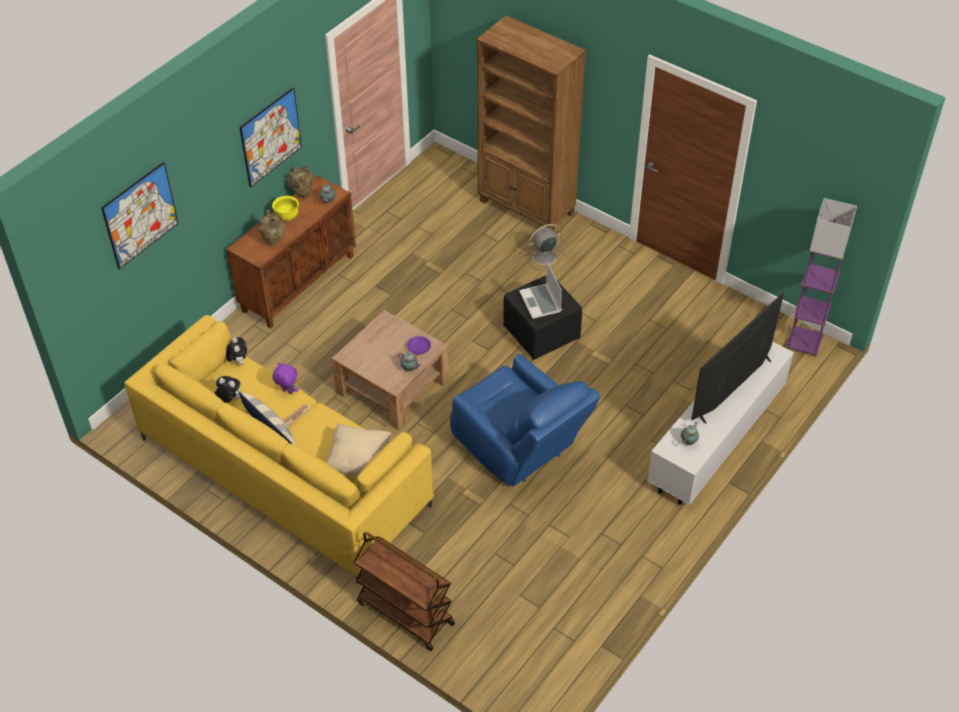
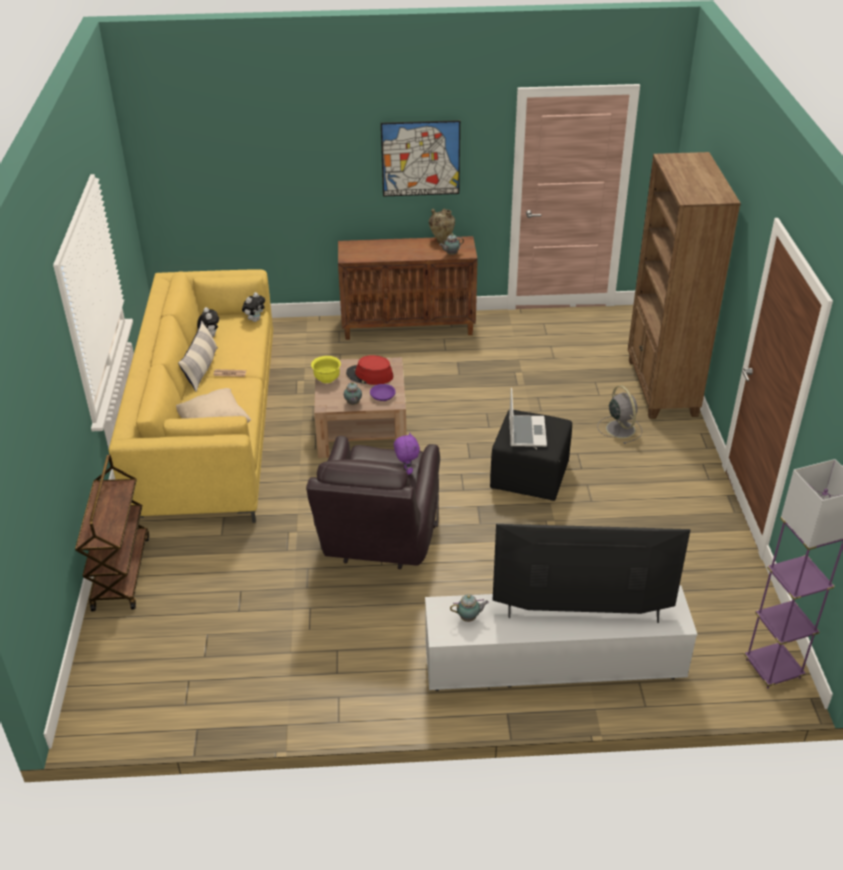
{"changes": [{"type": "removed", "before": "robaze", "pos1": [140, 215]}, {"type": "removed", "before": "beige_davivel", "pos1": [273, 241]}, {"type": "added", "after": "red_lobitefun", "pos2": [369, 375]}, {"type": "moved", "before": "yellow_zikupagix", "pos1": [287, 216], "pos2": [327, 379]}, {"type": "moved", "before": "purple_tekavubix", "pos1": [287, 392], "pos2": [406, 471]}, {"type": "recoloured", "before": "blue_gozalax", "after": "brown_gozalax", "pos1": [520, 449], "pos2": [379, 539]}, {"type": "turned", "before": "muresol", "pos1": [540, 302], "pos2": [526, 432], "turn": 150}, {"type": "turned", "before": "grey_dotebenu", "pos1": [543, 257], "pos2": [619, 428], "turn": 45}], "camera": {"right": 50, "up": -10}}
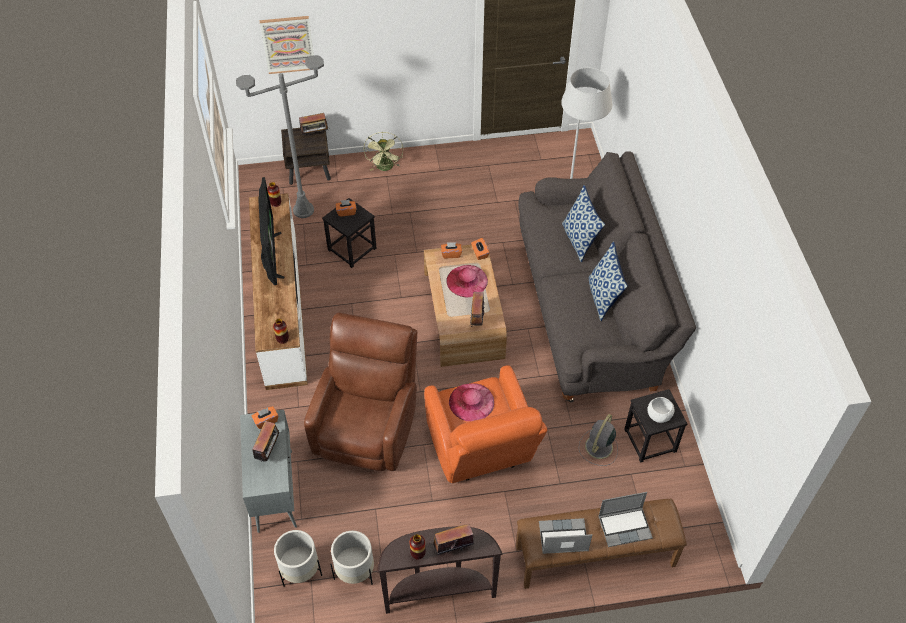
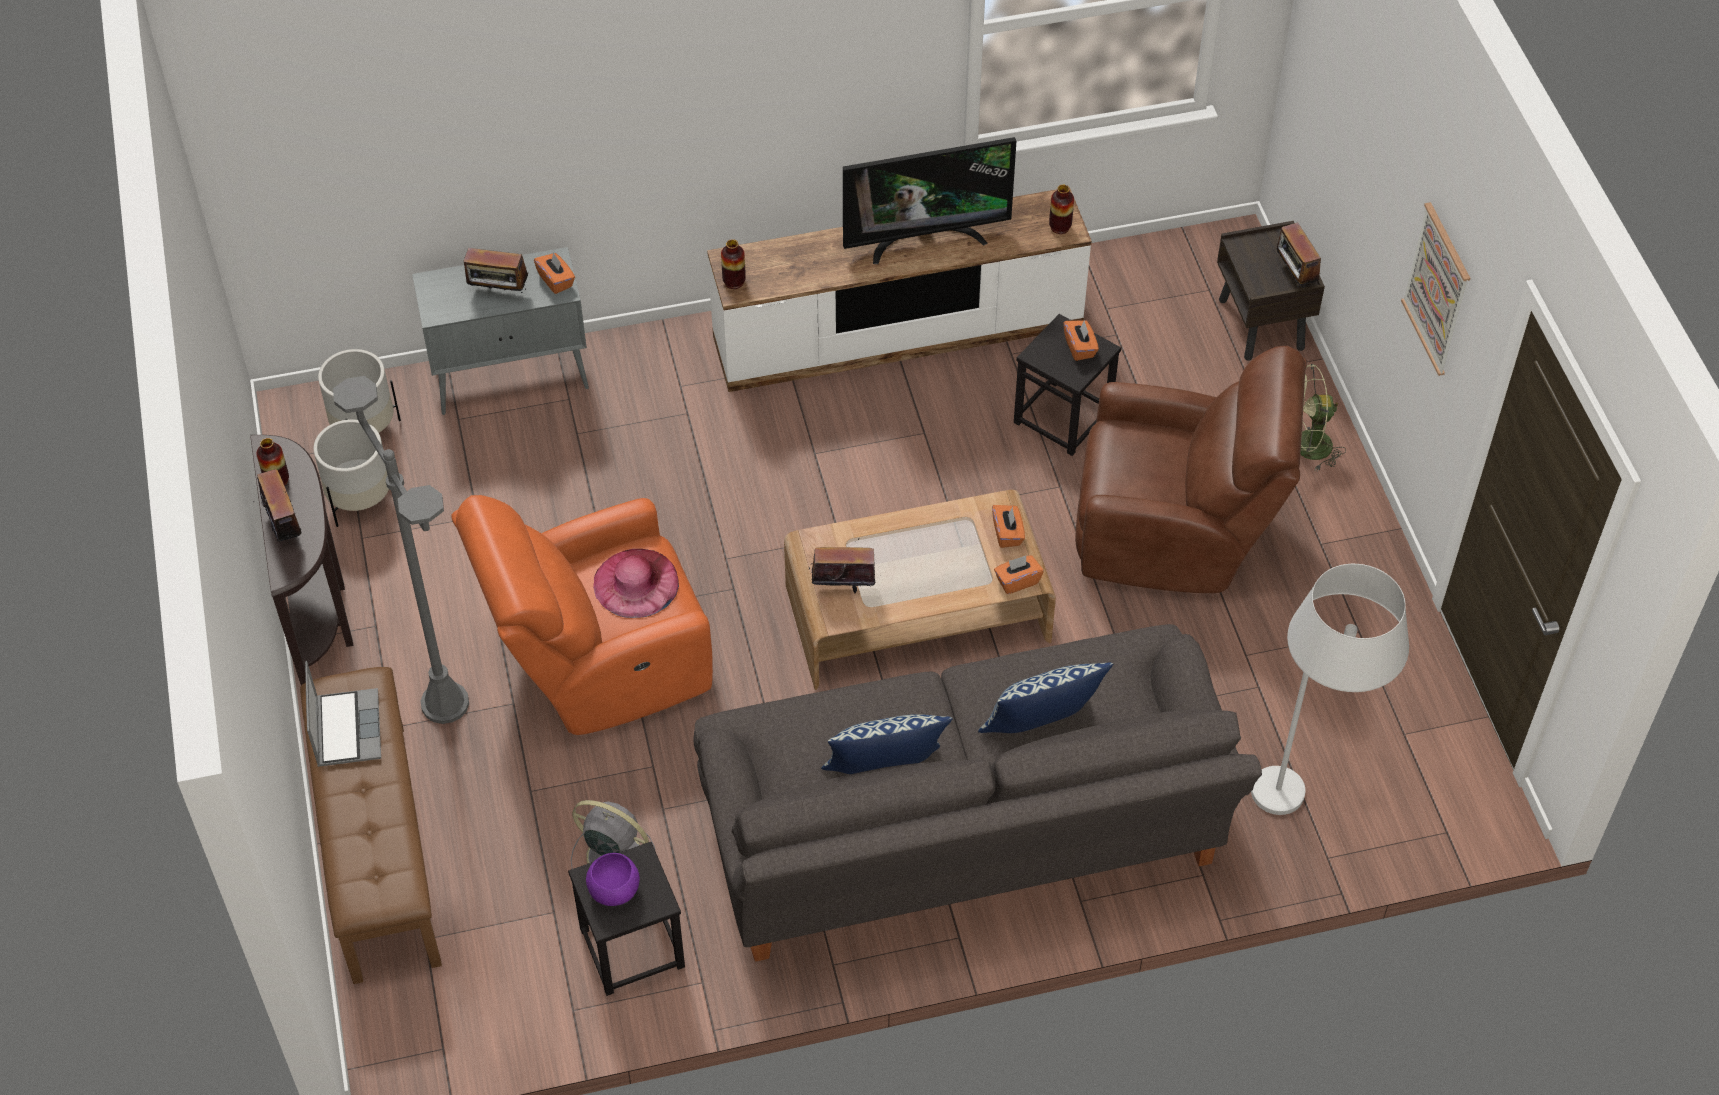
{"changes": [{"type": "removed", "before": "pink_lobitefun", "pos1": [467, 281]}, {"type": "removed", "before": "muresol", "pos1": [625, 526]}, {"type": "moved", "before": "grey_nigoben", "pos1": [303, 210], "pos2": [445, 703]}, {"type": "moved", "before": "robaze", "pos1": [288, 44], "pos2": [1437, 289]}, {"type": "moved", "before": "brown_gozalax", "pos1": [367, 425], "pos2": [1176, 532]}, {"type": "recoloured", "before": "white_zikupagix", "after": "purple_zikupagix", "pos1": [659, 415], "pos2": [614, 890]}], "camera": {"right": 85, "up": 0}}
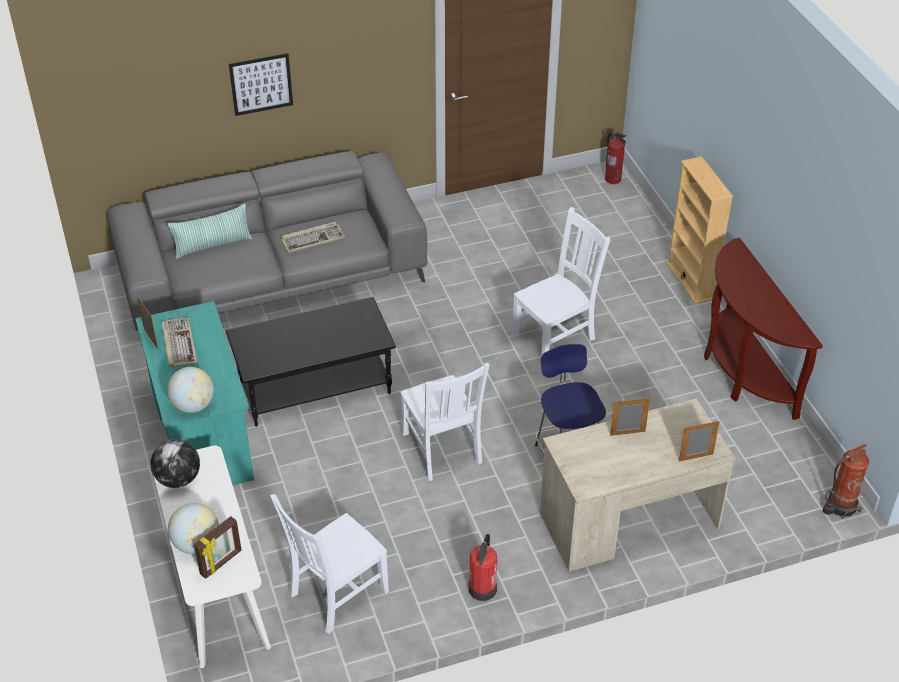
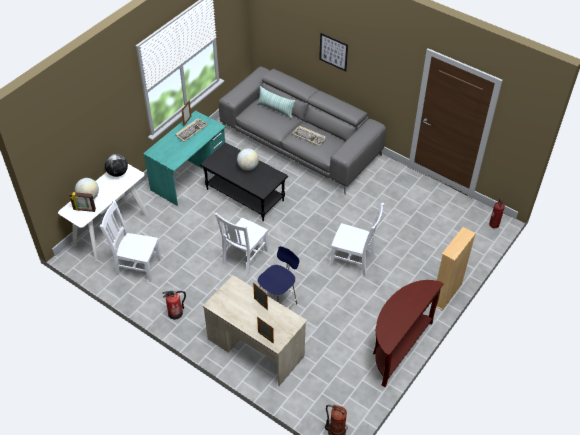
{"changes": [{"type": "moved", "before": "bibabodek", "pos1": [193, 405], "pos2": [248, 167]}], "camera": {"right": 55, "up": 5}}
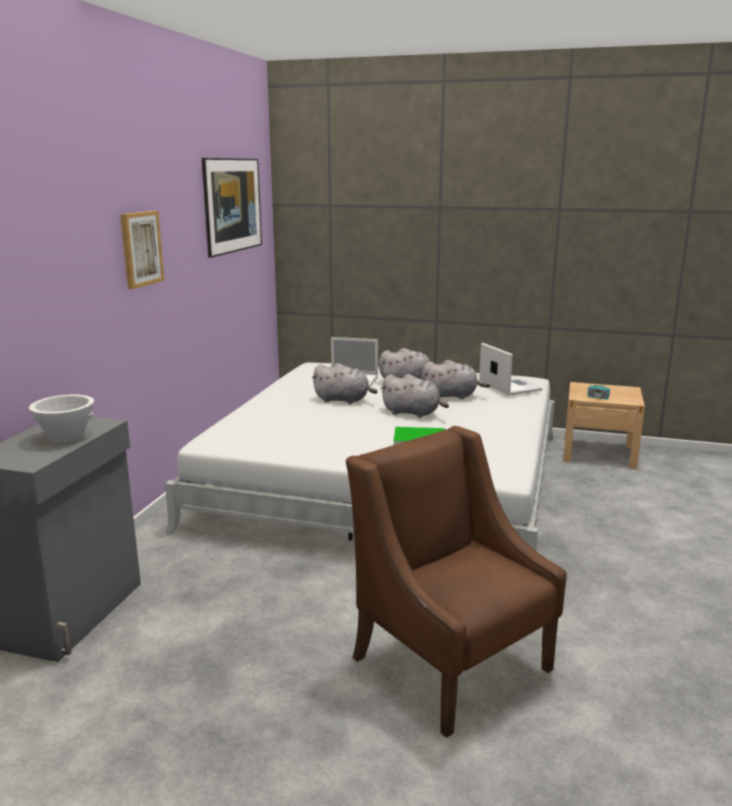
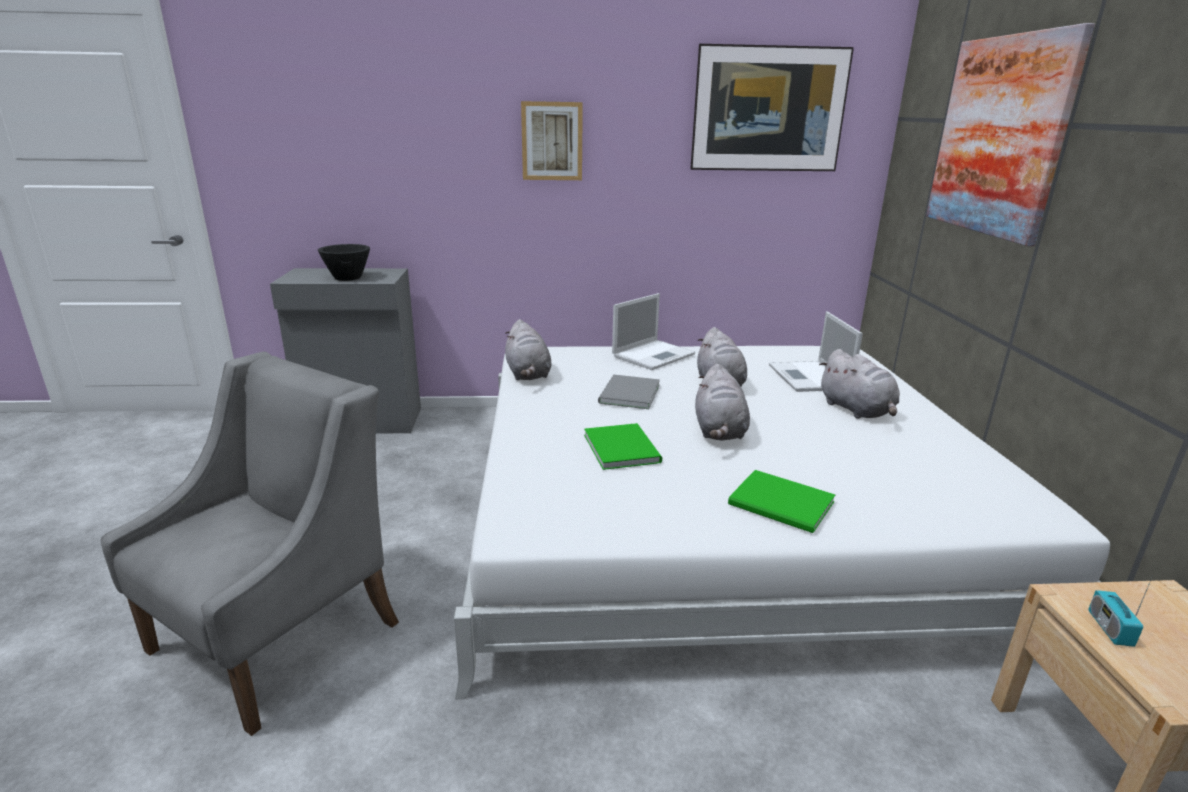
{"changes": [{"type": "added", "after": "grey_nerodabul", "pos2": [627, 394]}, {"type": "added", "after": "green_nerodabul", "pos2": [783, 505]}, {"type": "added", "after": "robaze", "pos2": [999, 137]}, {"type": "moved", "before": "grey_tekavubix", "pos1": [452, 396], "pos2": [528, 374]}, {"type": "moved", "before": "muresol", "pos1": [509, 386], "pos2": [654, 355]}, {"type": "recoloured", "before": "white_zikupagix", "after": "black_zikupagix", "pos1": [66, 437], "pos2": [347, 277]}, {"type": "recoloured", "before": "brown_gozalax", "after": "grey_gozalax", "pos1": [450, 661], "pos2": [279, 634]}], "camera": {"right": 70, "up": 5}}
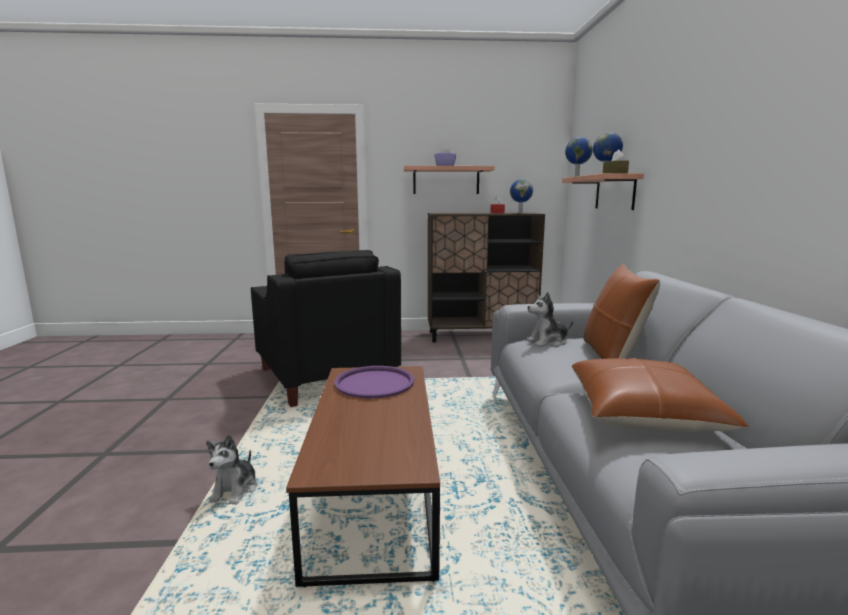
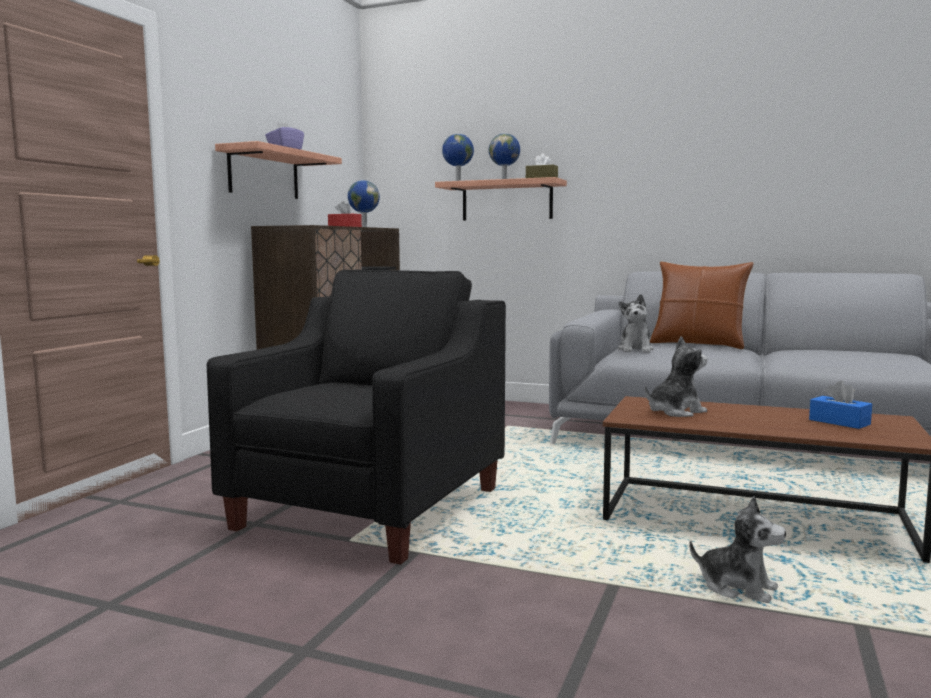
{"changes": [{"type": "removed", "before": "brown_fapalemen", "pos1": [643, 413]}, {"type": "added", "after": "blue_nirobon", "pos2": [839, 422]}, {"type": "replaced", "before": "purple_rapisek", "after": "tekavubix", "pos1": [374, 383], "pos2": [675, 412]}, {"type": "turned", "before": "black_gozalax", "pos1": [325, 376], "pos2": [372, 508], "turn": -60}], "camera": {"right": -65, "up": -5}}
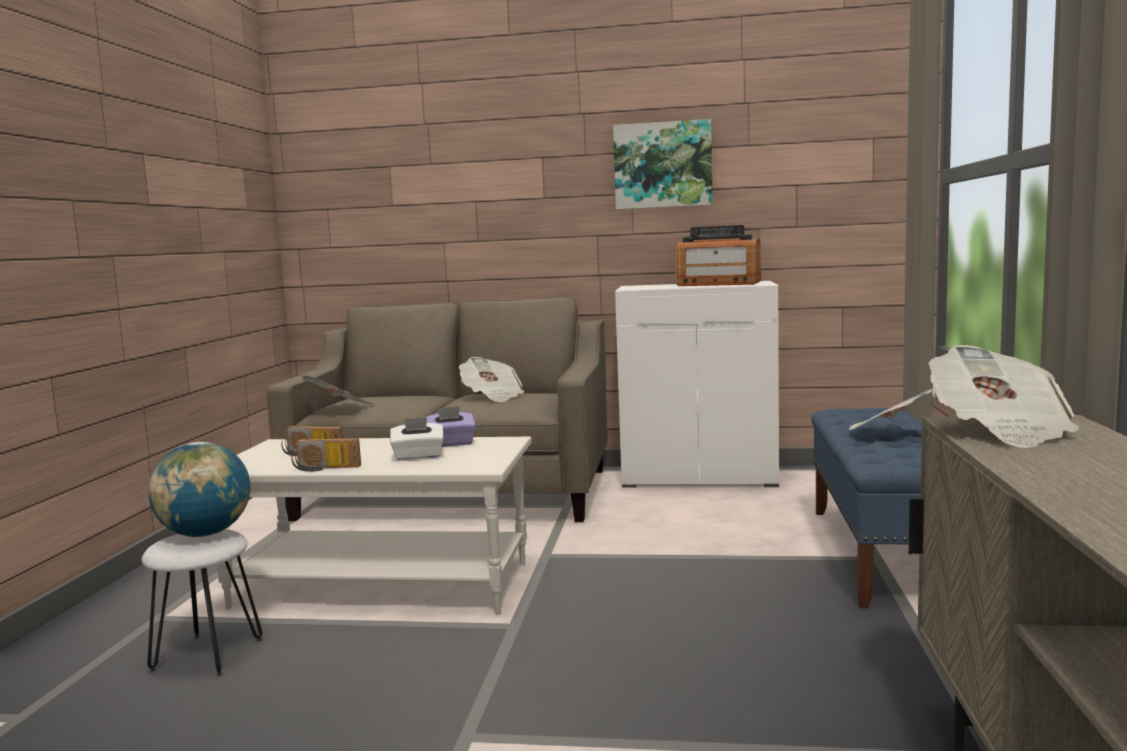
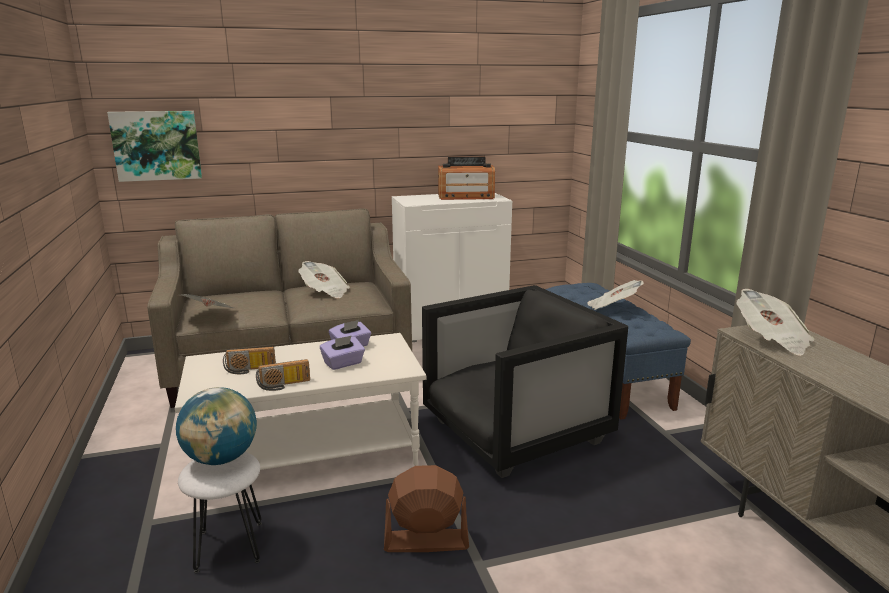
{"changes": [{"type": "added", "after": "brown_dotebenu", "pos2": [426, 541]}, {"type": "added", "after": "black_gozalax", "pos2": [515, 432]}, {"type": "moved", "before": "robaze", "pos1": [662, 165], "pos2": [156, 145]}, {"type": "recoloured", "before": "white_nirobon", "after": "purple_nirobon", "pos1": [418, 457], "pos2": [343, 363]}], "camera": {"right": -25, "up": 10}}
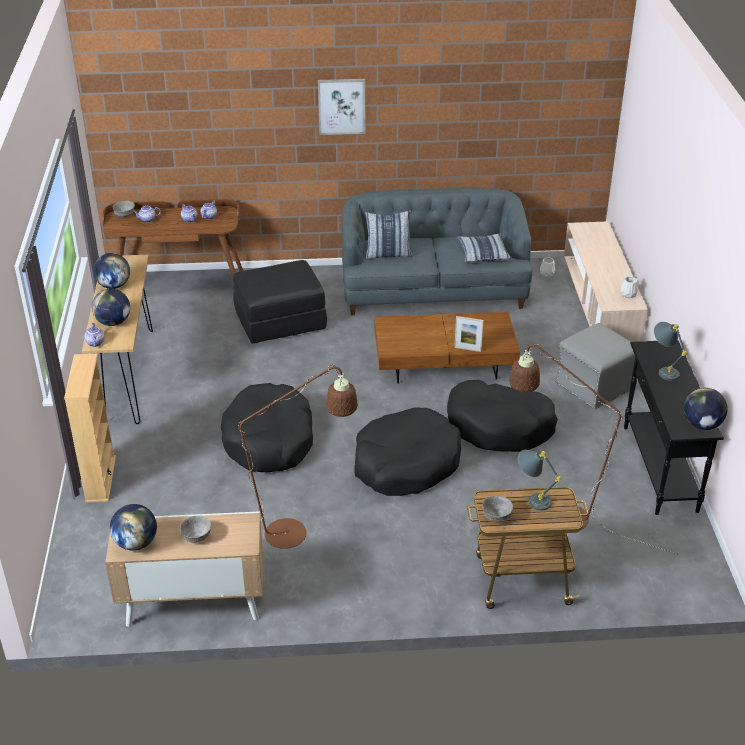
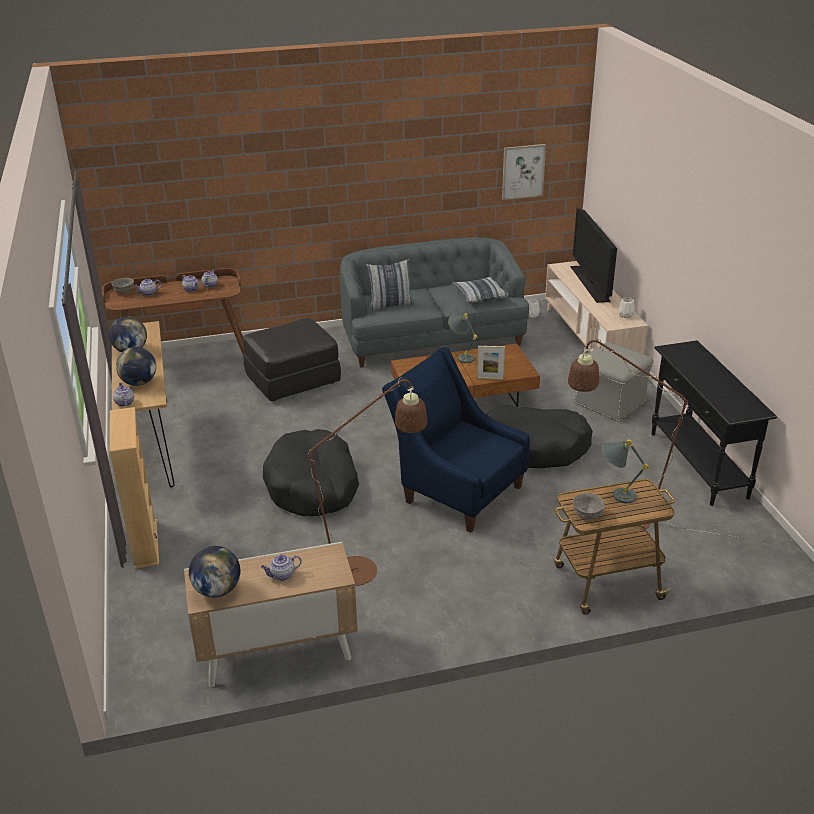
{"changes": [{"type": "removed", "before": "bibabodek", "pos1": [702, 425]}, {"type": "added", "after": "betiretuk", "pos2": [590, 284]}, {"type": "moved", "before": "robaze", "pos1": [341, 106], "pos2": [523, 171]}, {"type": "moved", "before": "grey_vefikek", "pos1": [663, 370], "pos2": [461, 356]}, {"type": "replaced", "before": "grey_zikupagix", "after": "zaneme", "pos1": [196, 537], "pos2": [282, 575]}, {"type": "replaced", "before": "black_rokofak", "after": "blue_gozalax", "pos1": [406, 464], "pos2": [456, 491]}], "camera": {"right": -10, "up": -5}}
